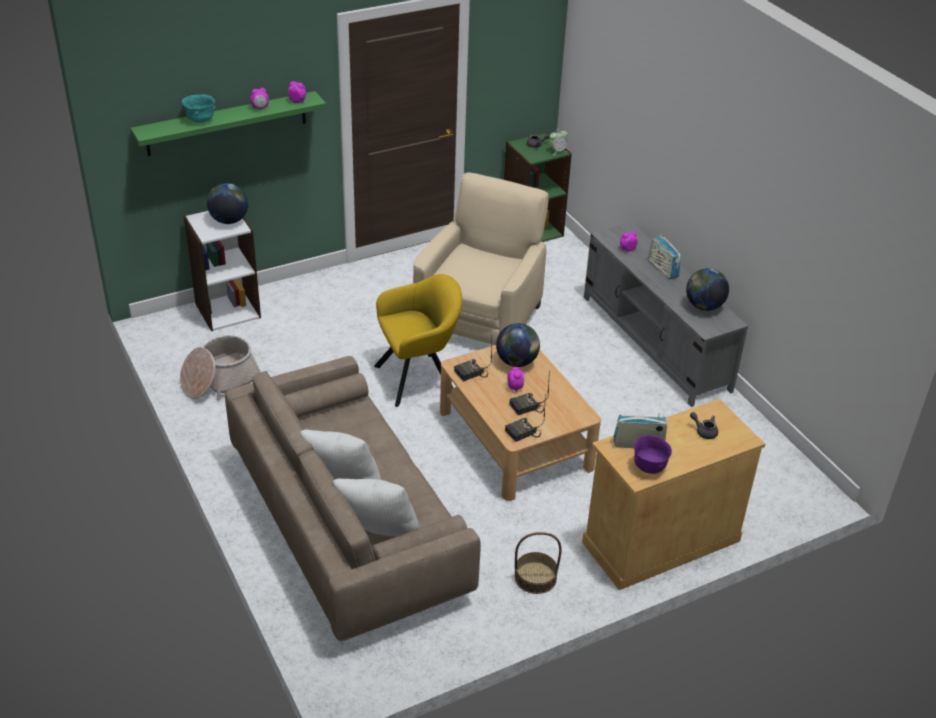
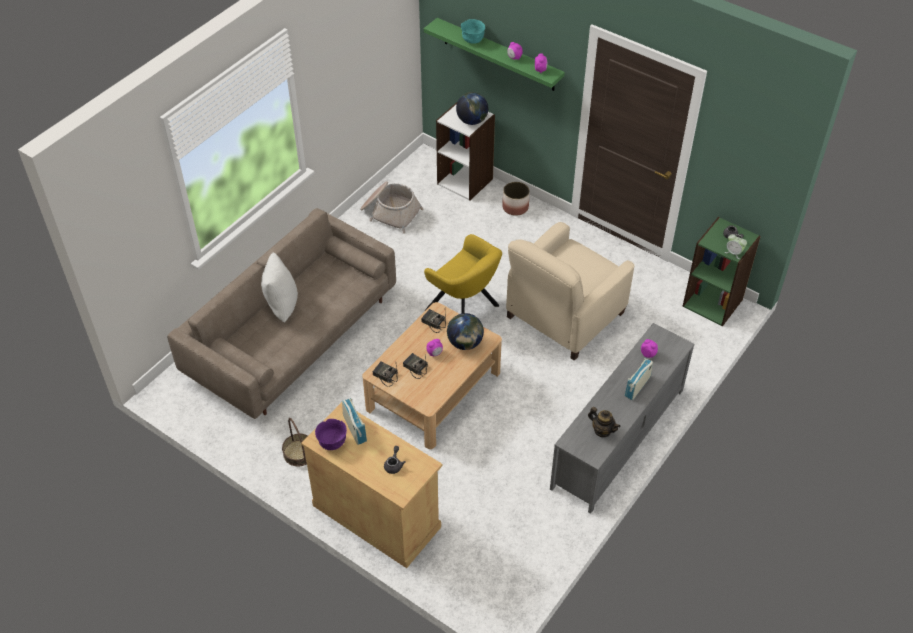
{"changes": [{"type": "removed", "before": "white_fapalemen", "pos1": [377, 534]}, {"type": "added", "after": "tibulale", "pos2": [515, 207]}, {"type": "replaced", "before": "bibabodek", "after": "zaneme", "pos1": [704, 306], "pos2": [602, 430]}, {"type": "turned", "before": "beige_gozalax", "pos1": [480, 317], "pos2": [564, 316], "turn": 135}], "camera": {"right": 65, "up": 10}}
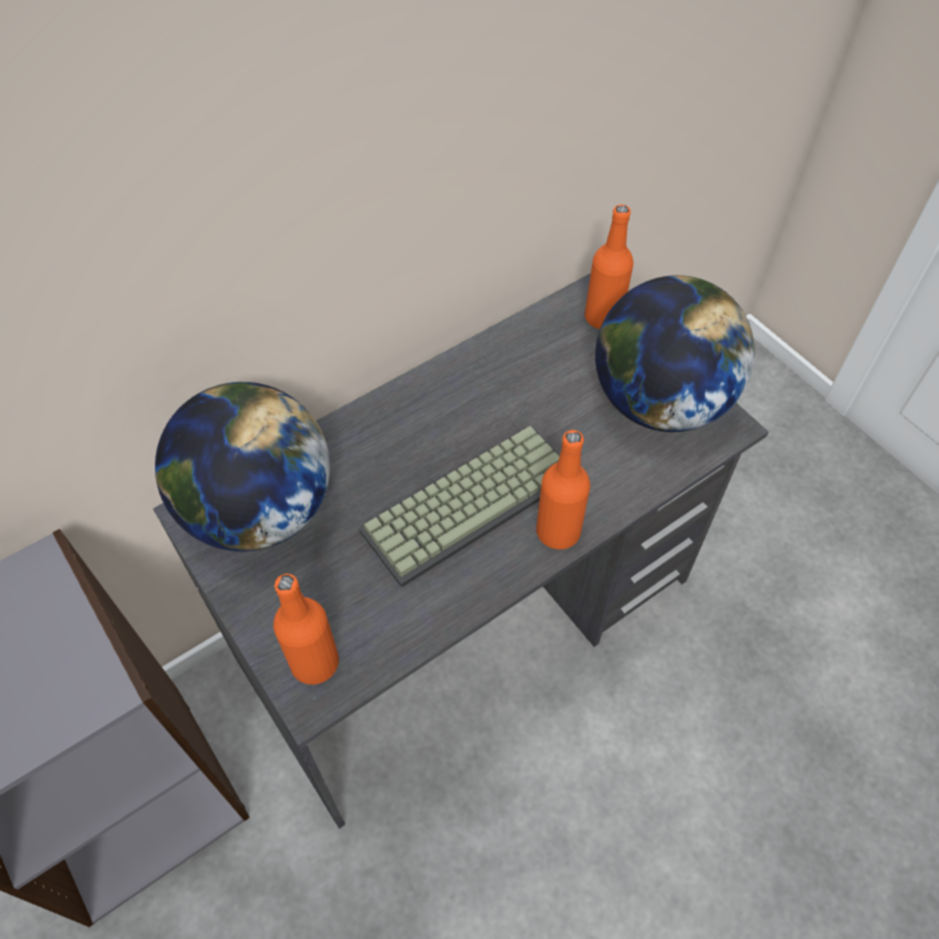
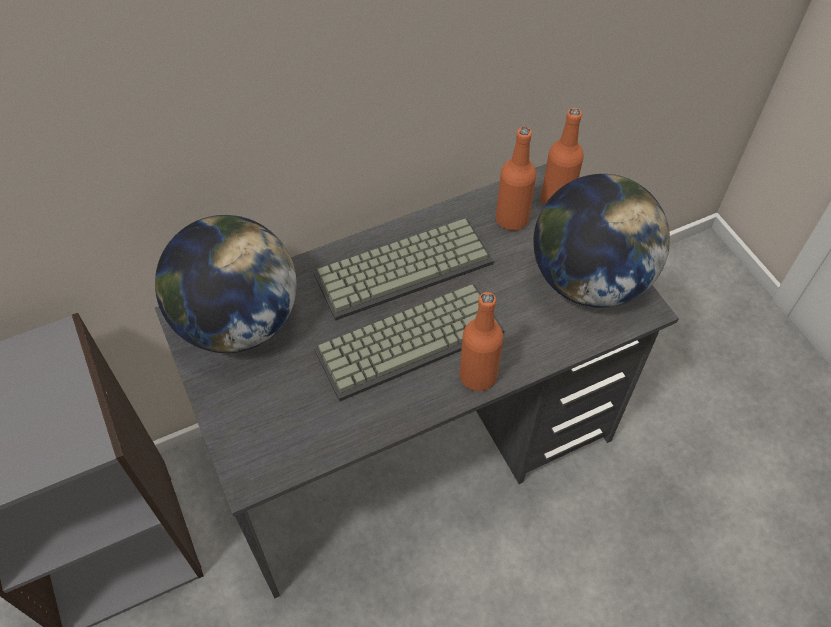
{"changes": [{"type": "added", "after": "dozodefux", "pos2": [404, 266]}, {"type": "moved", "before": "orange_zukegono", "pos1": [315, 662], "pos2": [511, 219]}], "camera": {"right": 10, "up": 0}}
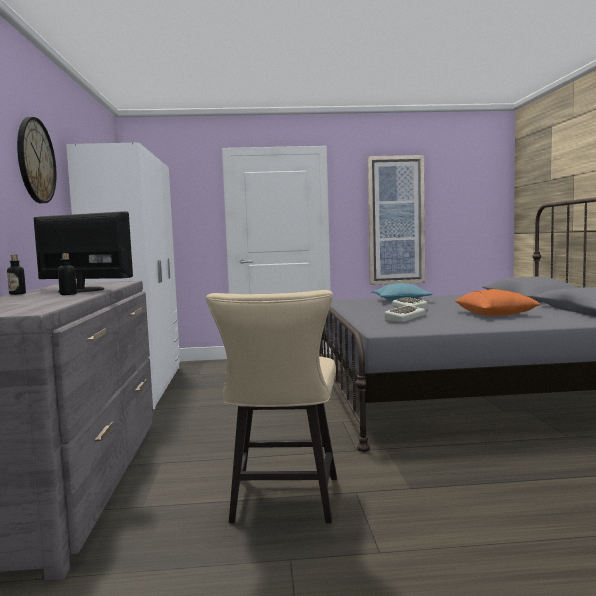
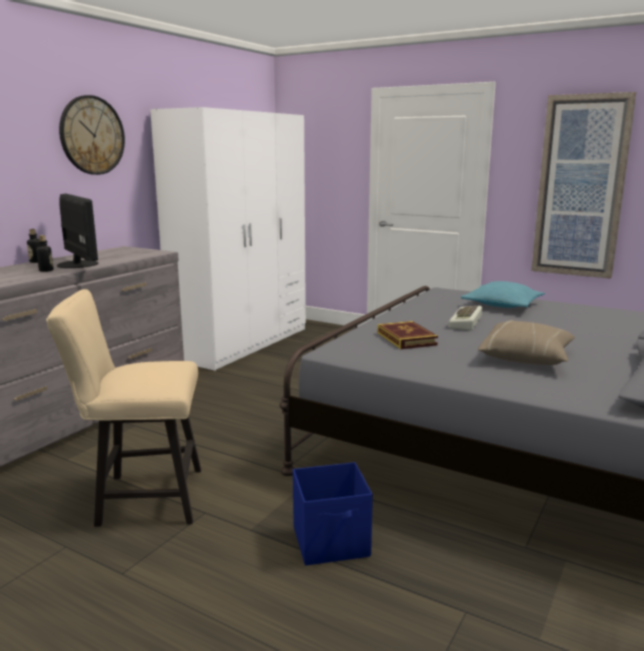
{"changes": [{"type": "added", "after": "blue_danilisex", "pos2": [332, 542]}, {"type": "replaced", "before": "dozodefux", "after": "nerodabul", "pos1": [404, 318], "pos2": [406, 339]}, {"type": "recoloured", "before": "orange_fapalemen", "after": "beige_fapalemen", "pos1": [495, 314], "pos2": [526, 358]}, {"type": "turned", "before": "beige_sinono", "pos1": [283, 503], "pos2": [141, 498], "turn": 45}], "camera": {"right": 35, "up": 10}}
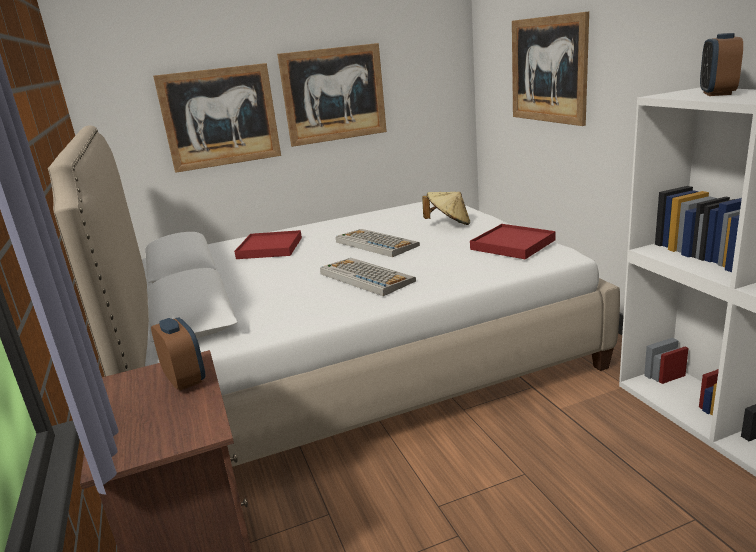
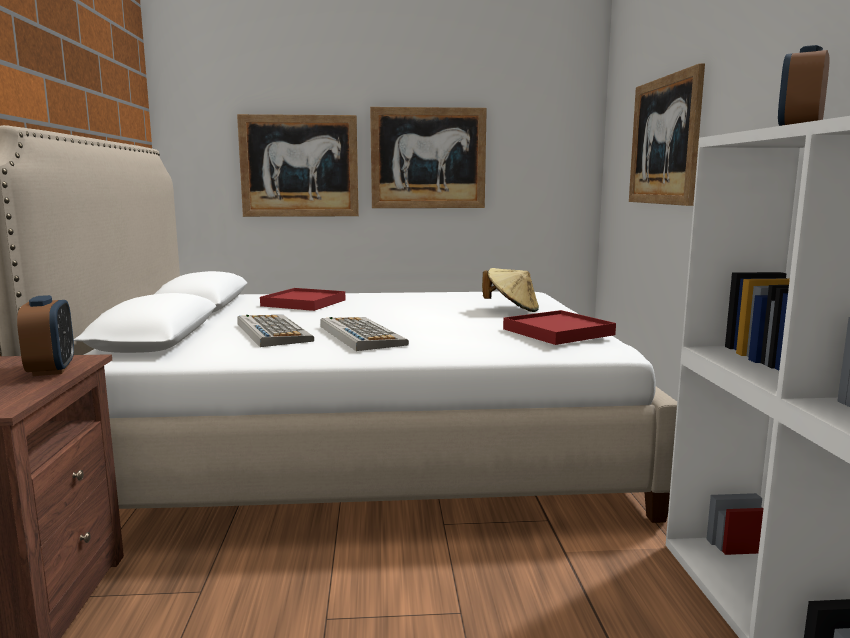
{"changes": [{"type": "moved", "before": "dozodefux", "pos1": [375, 244], "pos2": [272, 332]}], "camera": {"right": 15, "up": -10}}
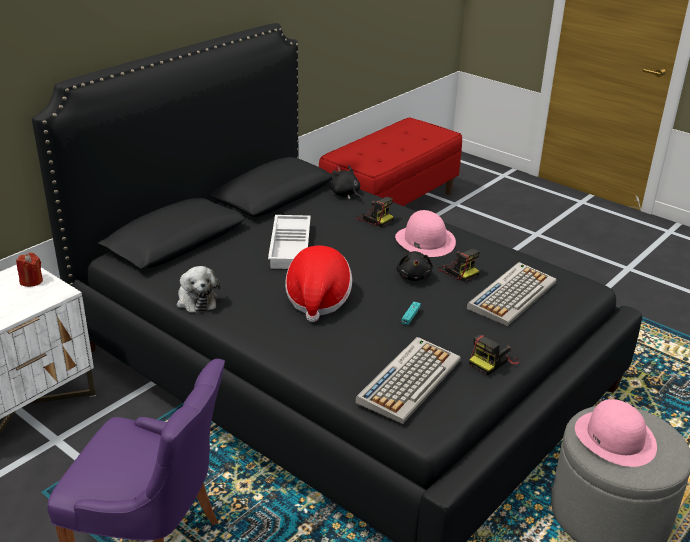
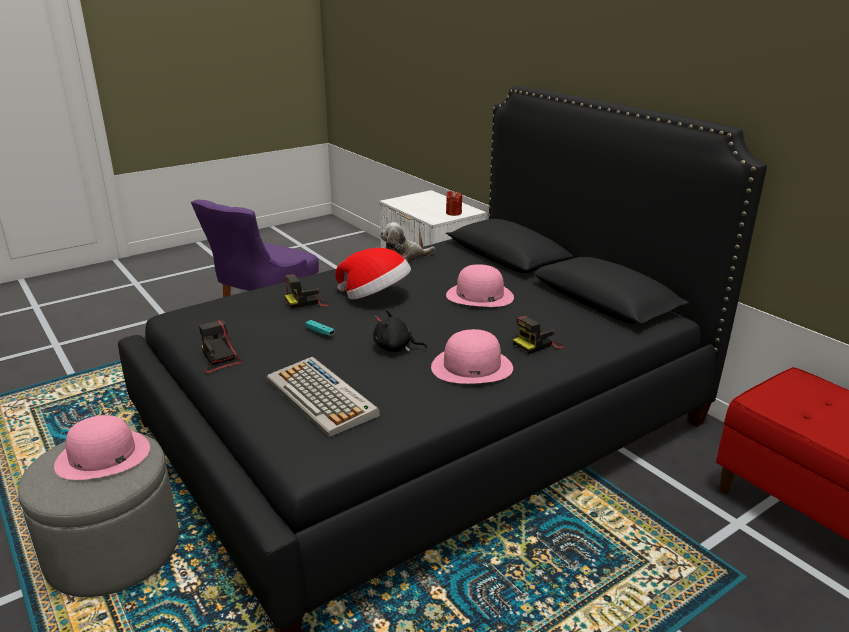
{"changes": [{"type": "removed", "before": "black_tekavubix", "pos1": [346, 194]}, {"type": "removed", "before": "dozodefux", "pos1": [409, 380]}, {"type": "moved", "before": "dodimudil", "pos1": [458, 271], "pos2": [307, 302]}, {"type": "replaced", "before": "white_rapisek", "after": "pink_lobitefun", "pos1": [291, 247], "pos2": [479, 295]}], "camera": {"right": 105, "up": -5}}
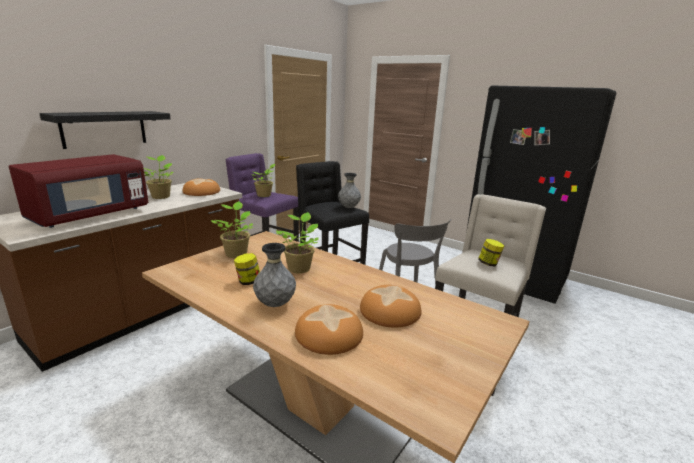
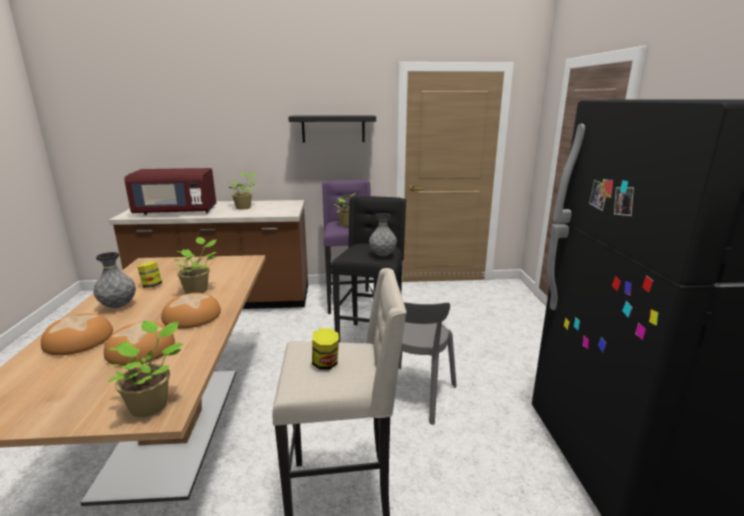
{"changes": [{"type": "moved", "before": "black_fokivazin", "pos1": [104, 129], "pos2": [333, 128]}, {"type": "moved", "before": "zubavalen", "pos1": [201, 192], "pos2": [191, 316]}, {"type": "moved", "before": "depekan", "pos1": [236, 253], "pos2": [152, 405]}], "camera": {"right": 50, "up": 0}}
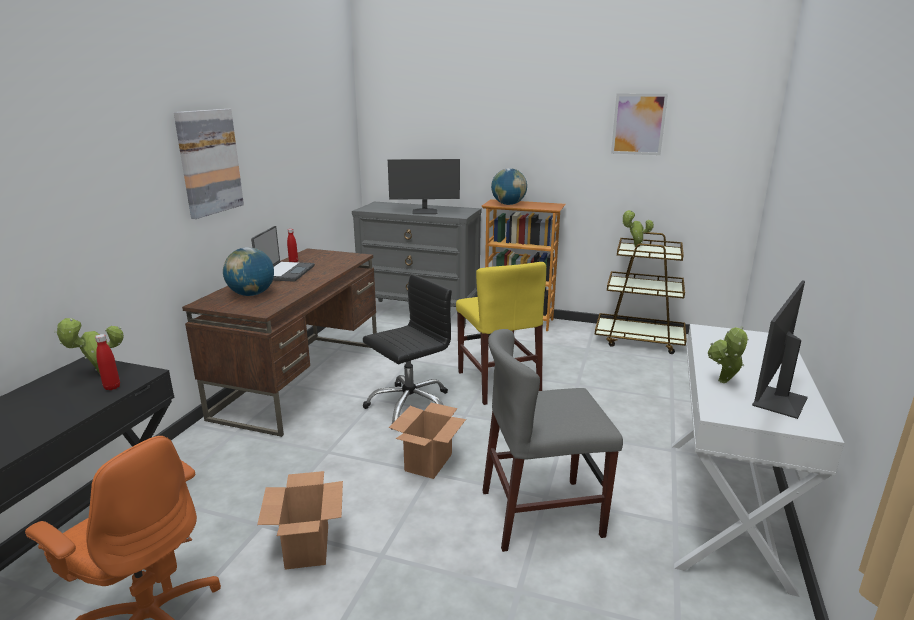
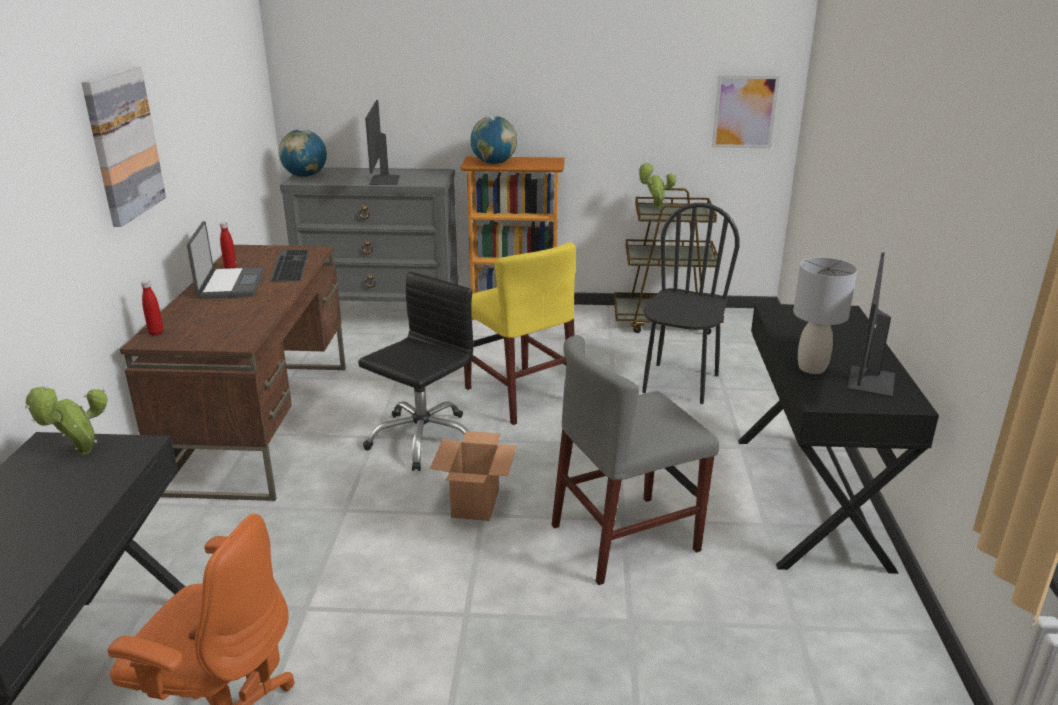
{"changes": [{"type": "removed", "before": "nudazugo", "pos1": [307, 546]}, {"type": "added", "after": "dozodefux", "pos2": [288, 265]}, {"type": "added", "after": "black_sinono", "pos2": [680, 383]}, {"type": "moved", "before": "red_zukegono", "pos1": [112, 387], "pos2": [156, 333]}, {"type": "moved", "before": "bibabodek", "pos1": [251, 294], "pos2": [305, 176]}, {"type": "moved", "before": "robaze", "pos1": [638, 124], "pos2": [744, 112]}, {"type": "replaced", "before": "depekan", "after": "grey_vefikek", "pos1": [723, 382], "pos2": [812, 368]}, {"type": "recoloured", "before": "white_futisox", "after": "black_futisox", "pos1": [726, 507], "pos2": [810, 499]}, {"type": "turned", "before": "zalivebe", "pos1": [425, 212], "pos2": [383, 180], "turn": 105}], "camera": {"right": -15, "up": 5}}
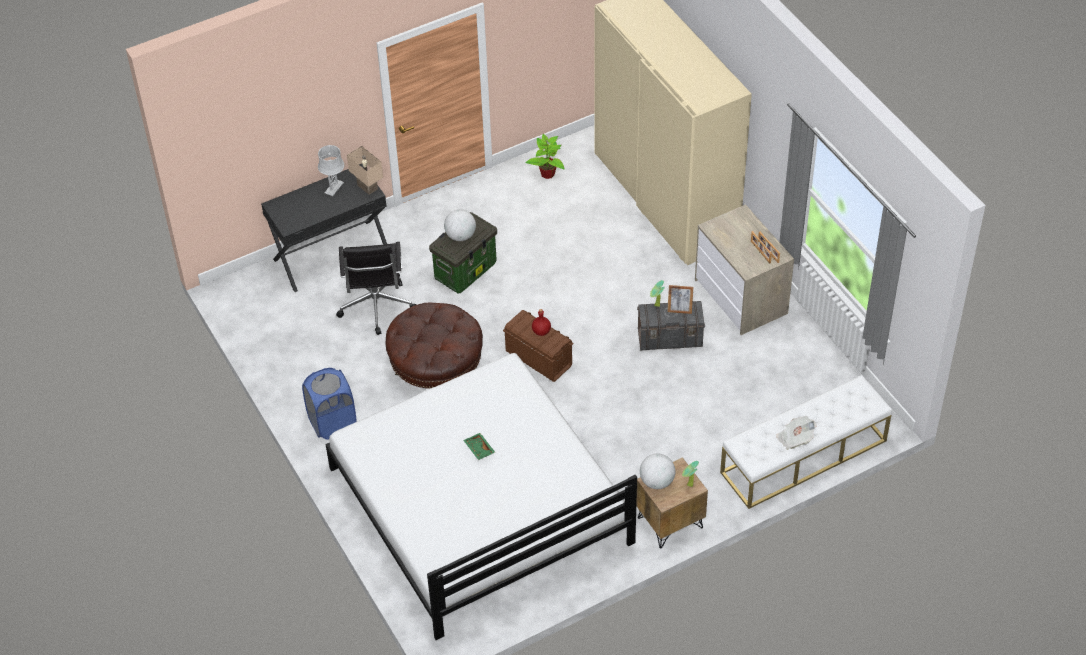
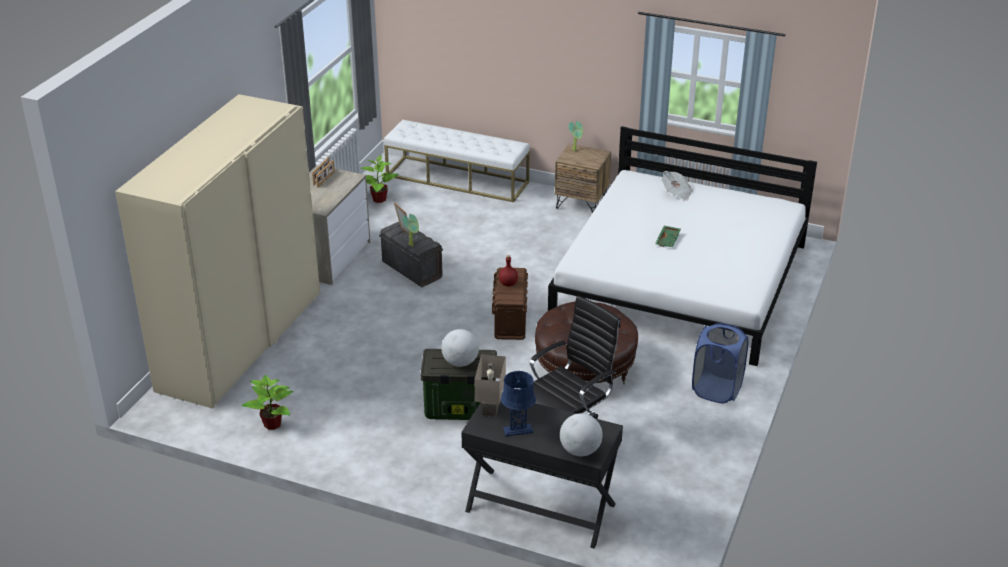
{"changes": [{"type": "added", "after": "depekan", "pos2": [379, 199]}, {"type": "moved", "before": "bibabodek", "pos1": [657, 482], "pos2": [580, 451]}, {"type": "moved", "before": "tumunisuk", "pos1": [795, 438], "pos2": [676, 193]}, {"type": "recoloured", "before": "grey_vefikek", "after": "blue_vefikek", "pos1": [334, 188], "pos2": [518, 430]}], "camera": {"right": -130, "up": -15}}
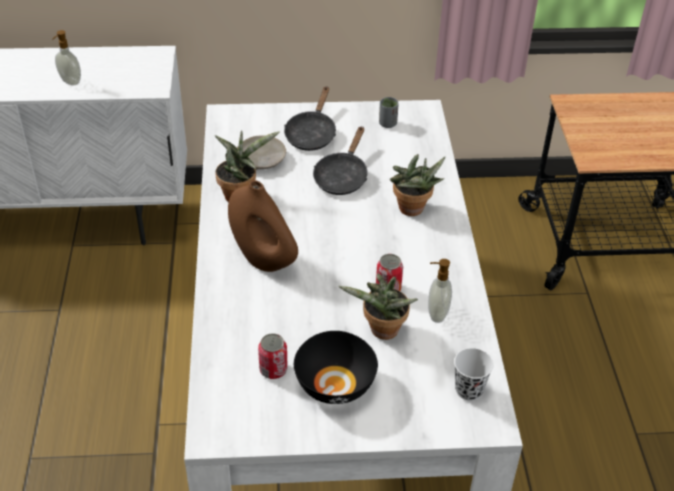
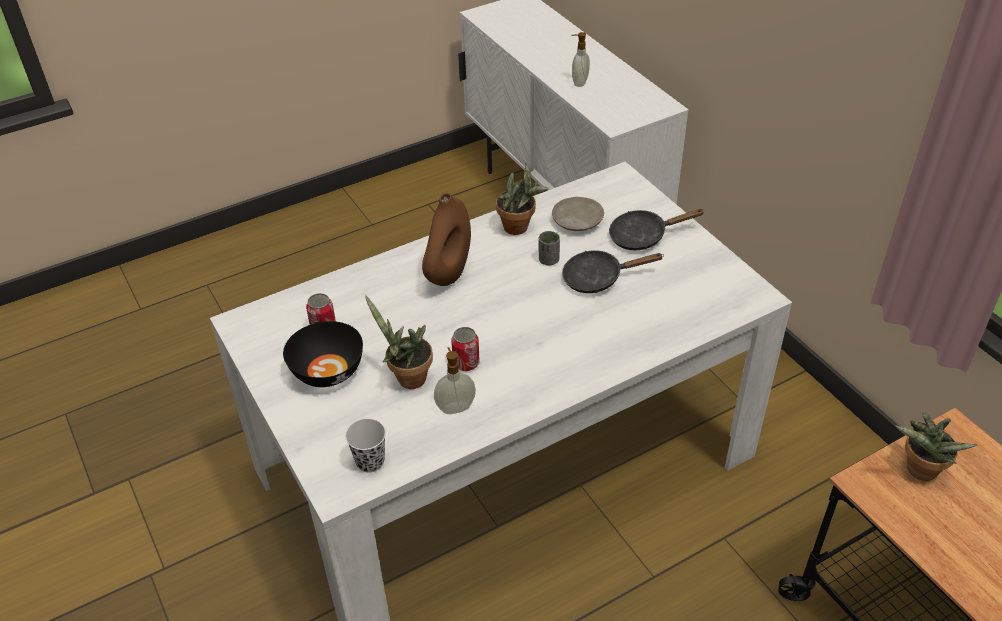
{"changes": [{"type": "moved", "before": "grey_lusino", "pos1": [387, 124], "pos2": [548, 260]}, {"type": "moved", "before": "depekan", "pos1": [412, 211], "pos2": [919, 472]}], "camera": {"right": 65, "up": 0}}
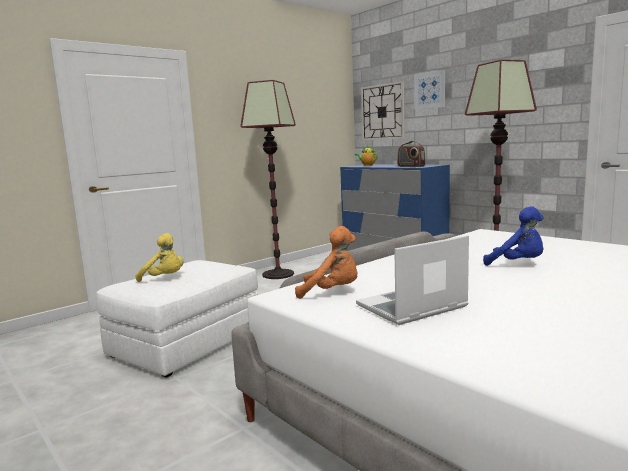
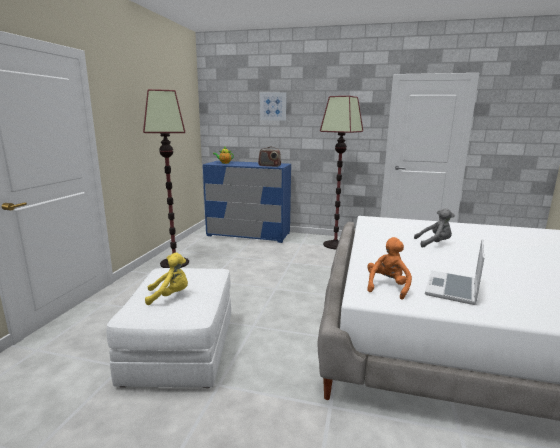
{"changes": [{"type": "removed", "before": "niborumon", "pos1": [382, 112]}, {"type": "recoloured", "before": "blue_tekavubix", "after": "grey_tekavubix", "pos1": [517, 264], "pos2": [434, 244]}, {"type": "turned", "before": "orange_tekavubix", "pos1": [332, 292], "pos2": [387, 287], "turn": -45}], "camera": {"right": -35, "up": 5}}
